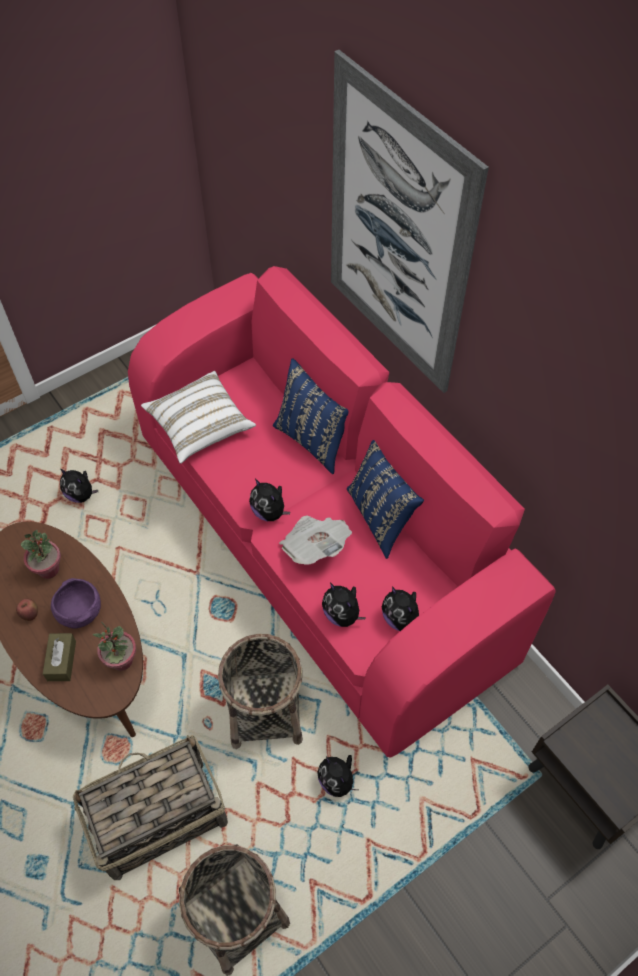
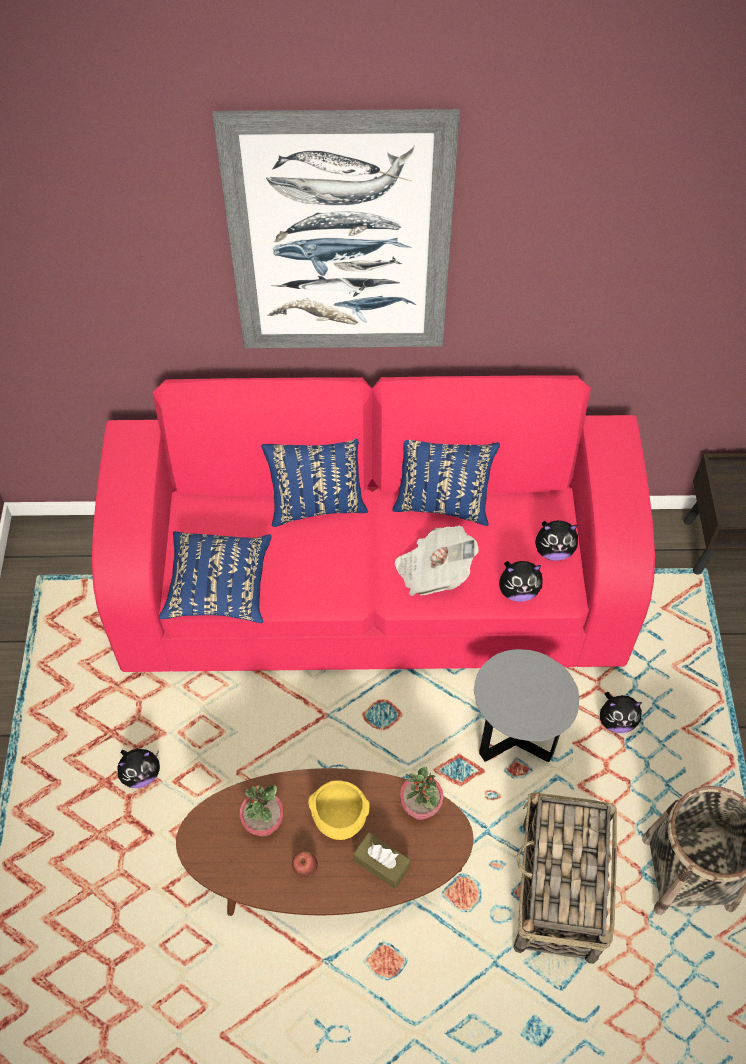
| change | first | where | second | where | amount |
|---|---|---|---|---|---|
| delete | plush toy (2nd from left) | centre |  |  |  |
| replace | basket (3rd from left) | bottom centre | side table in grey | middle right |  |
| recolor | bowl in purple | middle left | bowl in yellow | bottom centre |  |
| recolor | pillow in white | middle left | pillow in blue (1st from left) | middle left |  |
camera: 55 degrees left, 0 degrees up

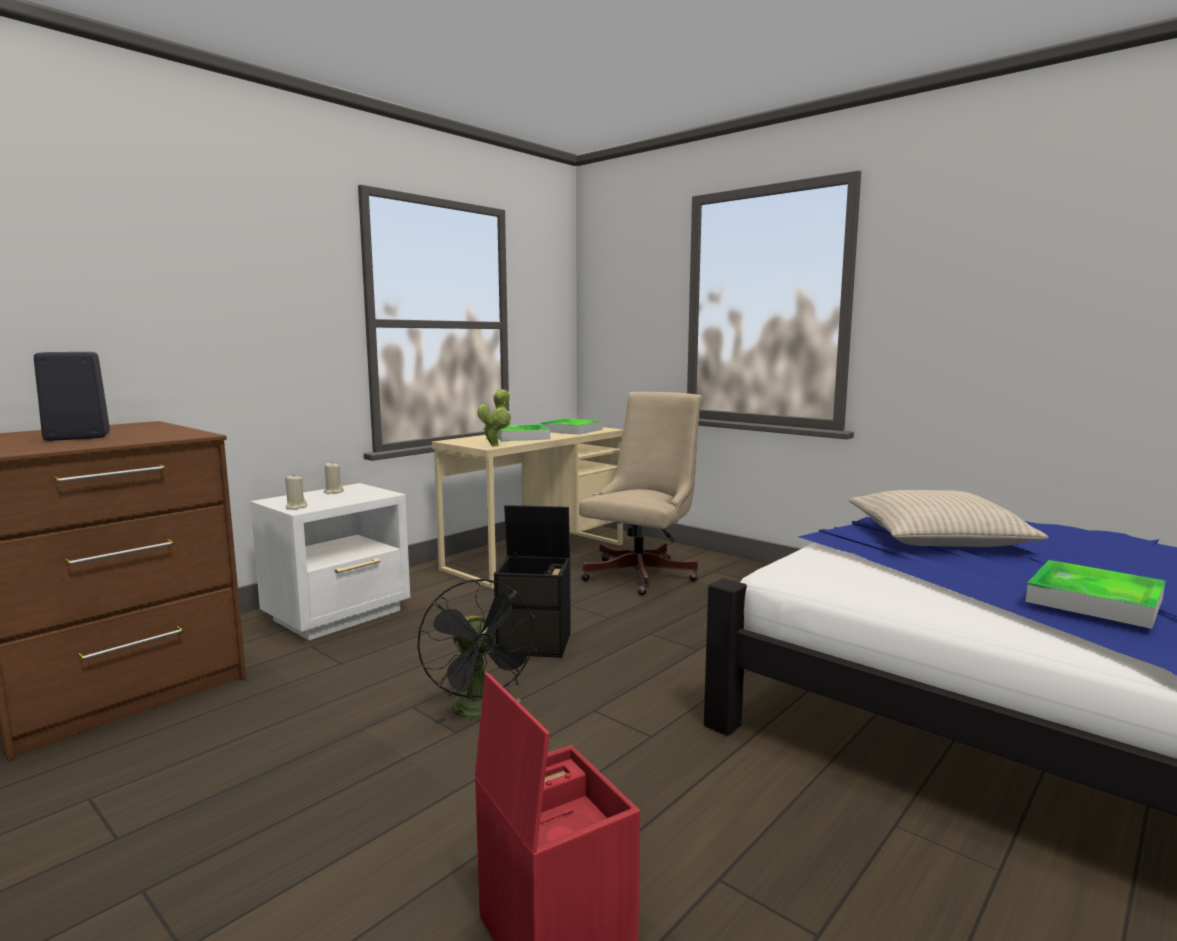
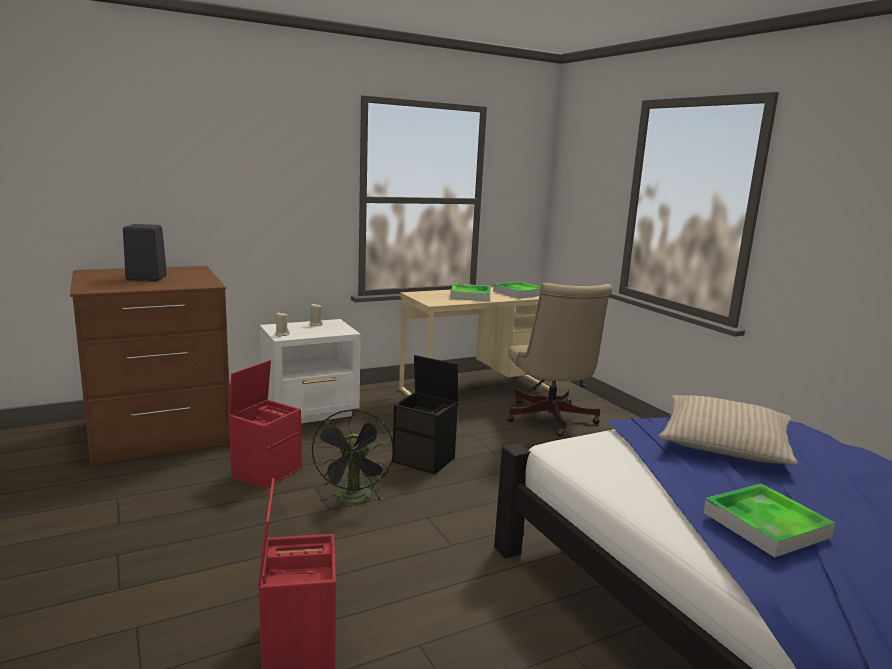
| change | first | where | second | where | amount |
|---|---|---|---|---|---|
| delete | potted plant | centre |  |  |  |
| insert |  |  | storage box in red (1st from left) | middle left |  |
| rotate | office chair in beige | centre |  | centre | 120 degrees clockwise |
camera: 20 degrees right, 5 degrees up

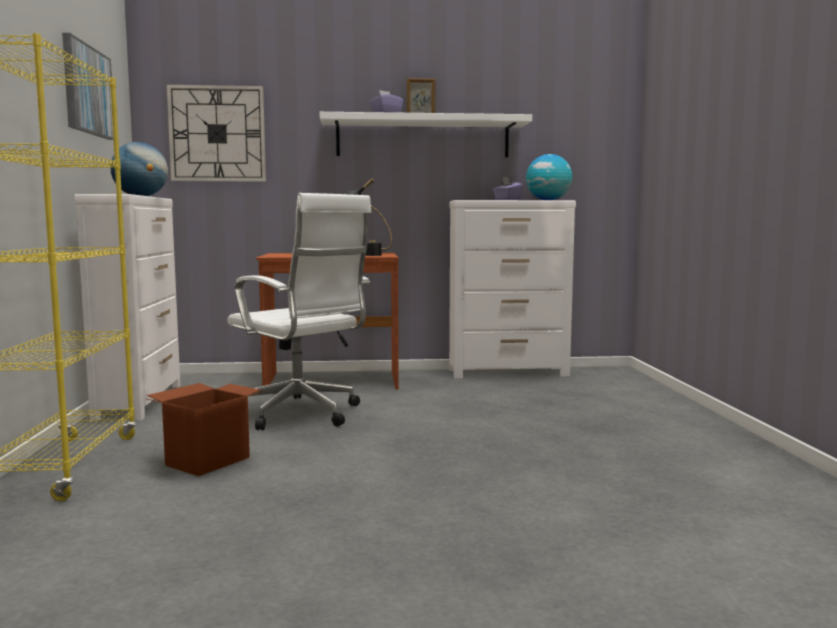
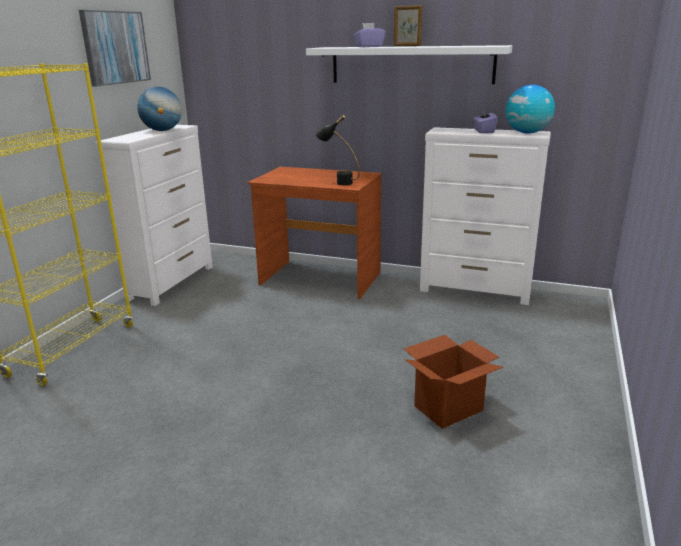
| change | first | where | second | where | amount |
|---|---|---|---|---|---|
| delete | wall clock | top left |  |  |  |
| delete | office chair in white | centre |  |  |  |
| move | cardboard box | bottom left |  | bottom centre |  |
camera: 25 degrees right, 15 degrees up

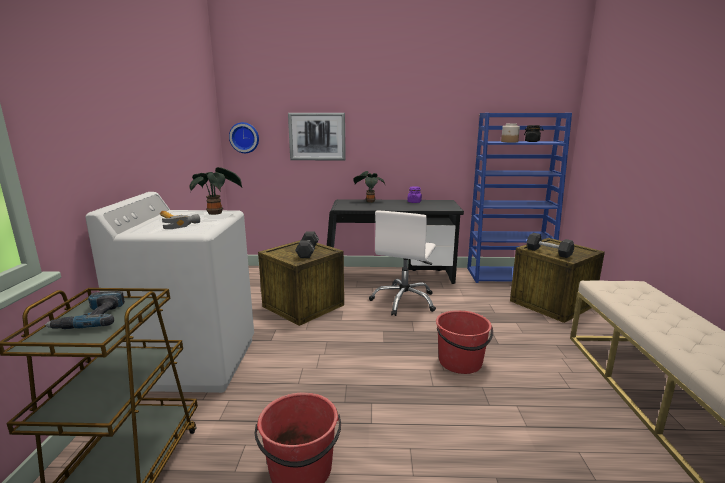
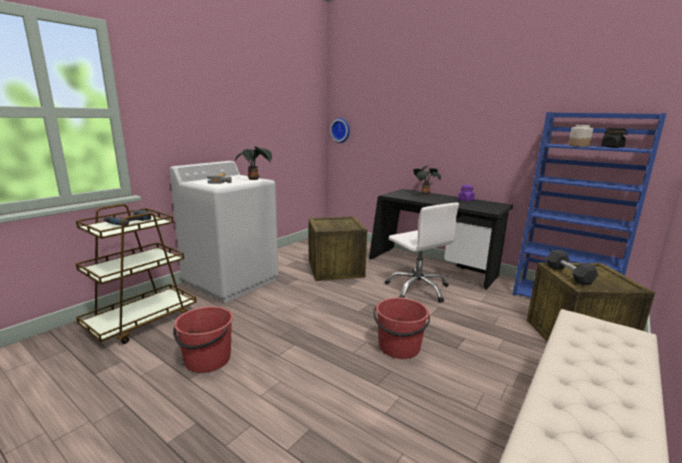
| change | first | where | second | where | amount |
|---|---|---|---|---|---|
| delete | picture | top centre |  |  |  |
| delete | dumbbell in black (1st from left) | centre |  |  |  |
| rotate | office chair in white | centre |  | centre | 90 degrees counterclockwise |
camera: 35 degrees right, 0 degrees up

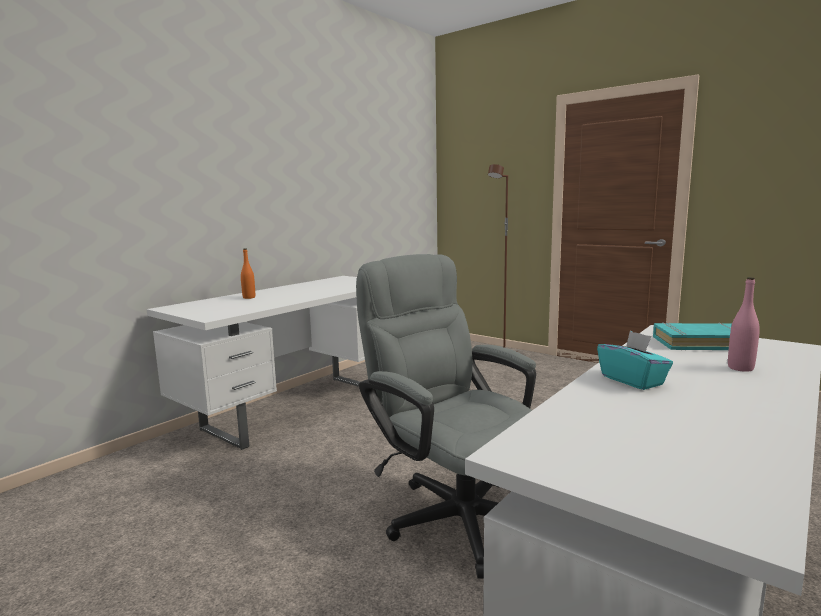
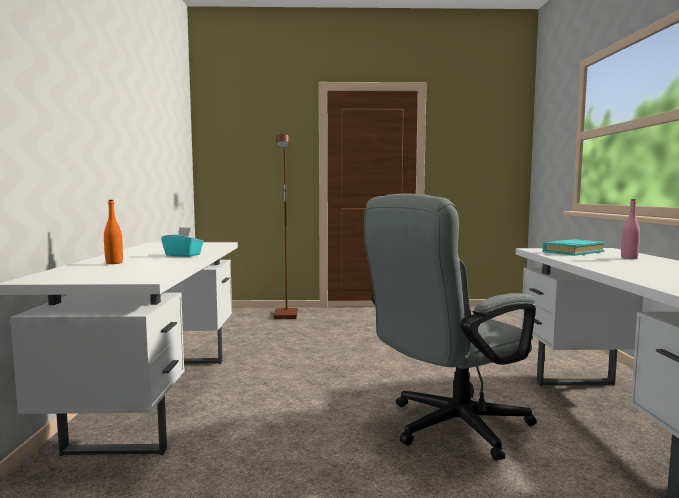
| change | first | where | second | where | amount |
|---|---|---|---|---|---|
| move | tissue box in turquoise | middle right |  | middle left |  |
| rotate | office chair in grey | bottom centre |  | centre | 45 degrees counterclockwise |
camera: 40 degrees left, 5 degrees down

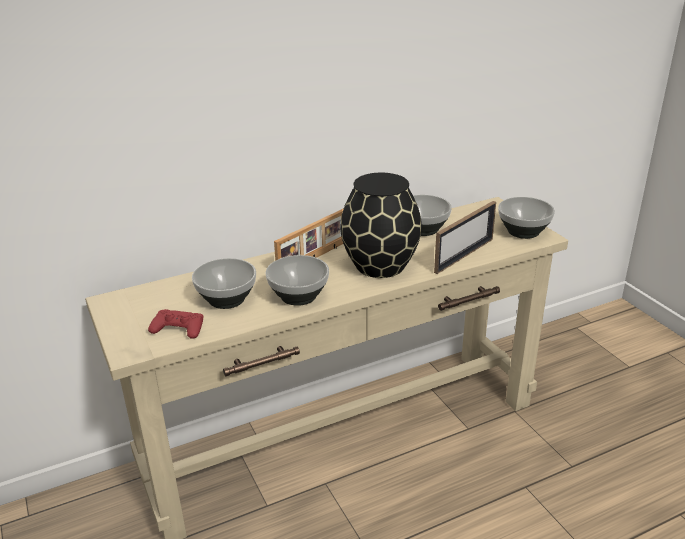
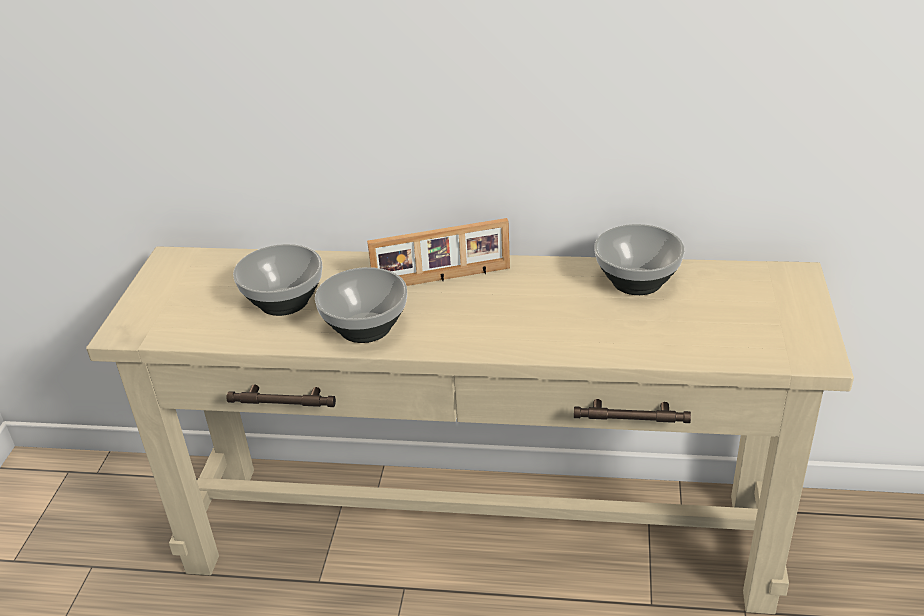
| change | first | where | second | where | amount |
|---|---|---|---|---|---|
| delete | game controller in red | middle left |  |  |  |
| delete | vase in black | centre |  |  |  |
| delete | picture frame (2nd from left) | middle right |  |  |  |
| delete | bowl (4th from left) | middle right |  |  |  |
camera: 35 degrees right, 5 degrees up

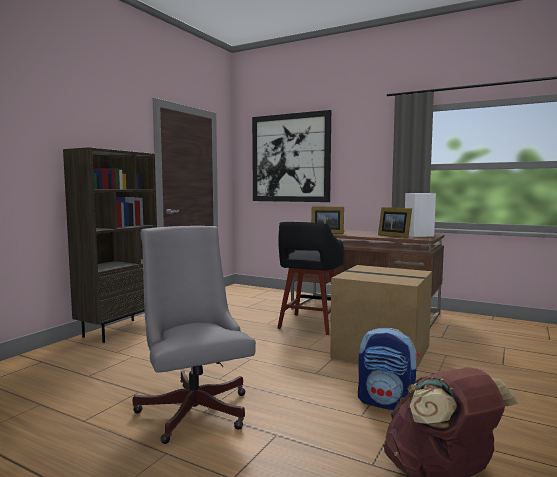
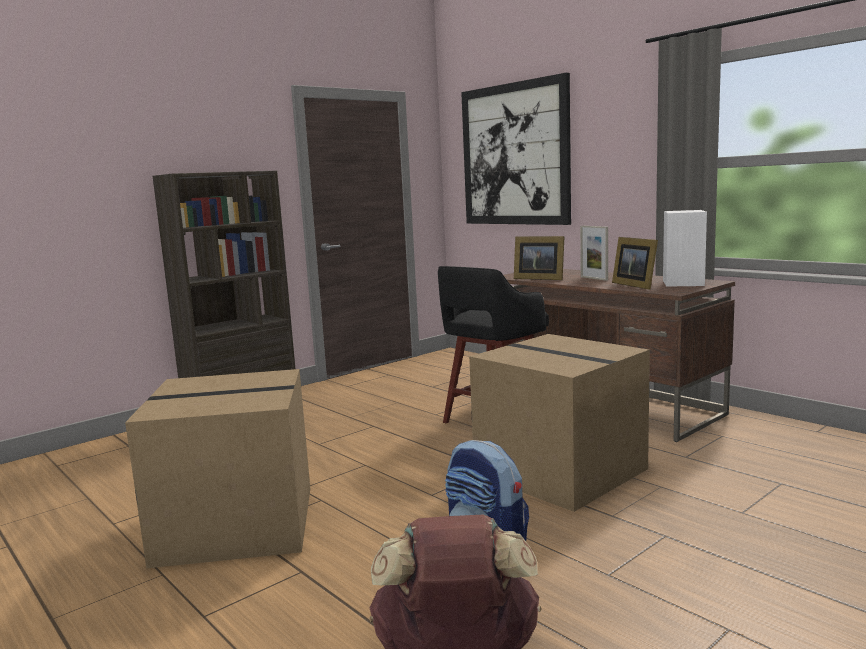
| change | first | where | second | where | amount |
|---|---|---|---|---|---|
| insert |  |  | picture frame (2nd from left) | middle right |  |
| replace | office chair in grey | bottom centre | cardboard box (1st from left) | bottom left |  |
camera: 20 degrees right, 5 degrees up

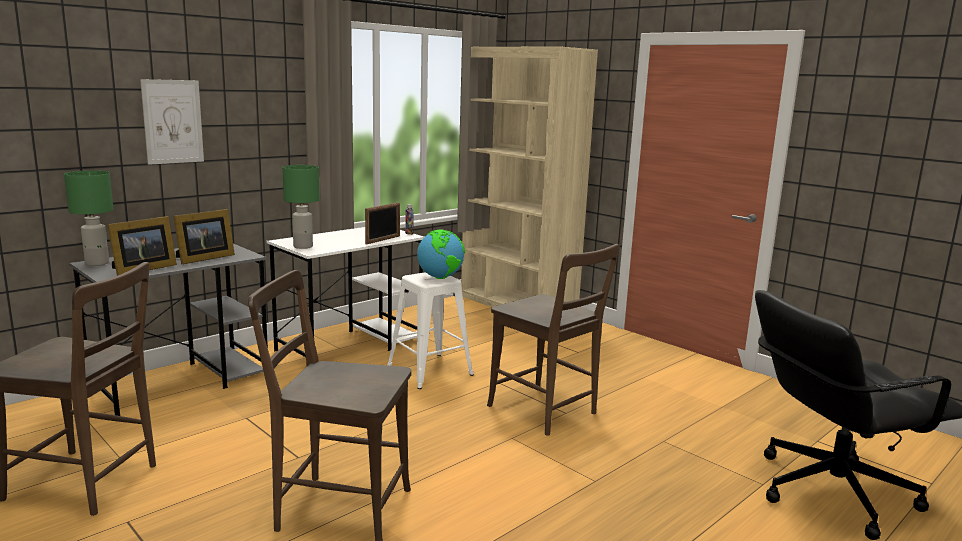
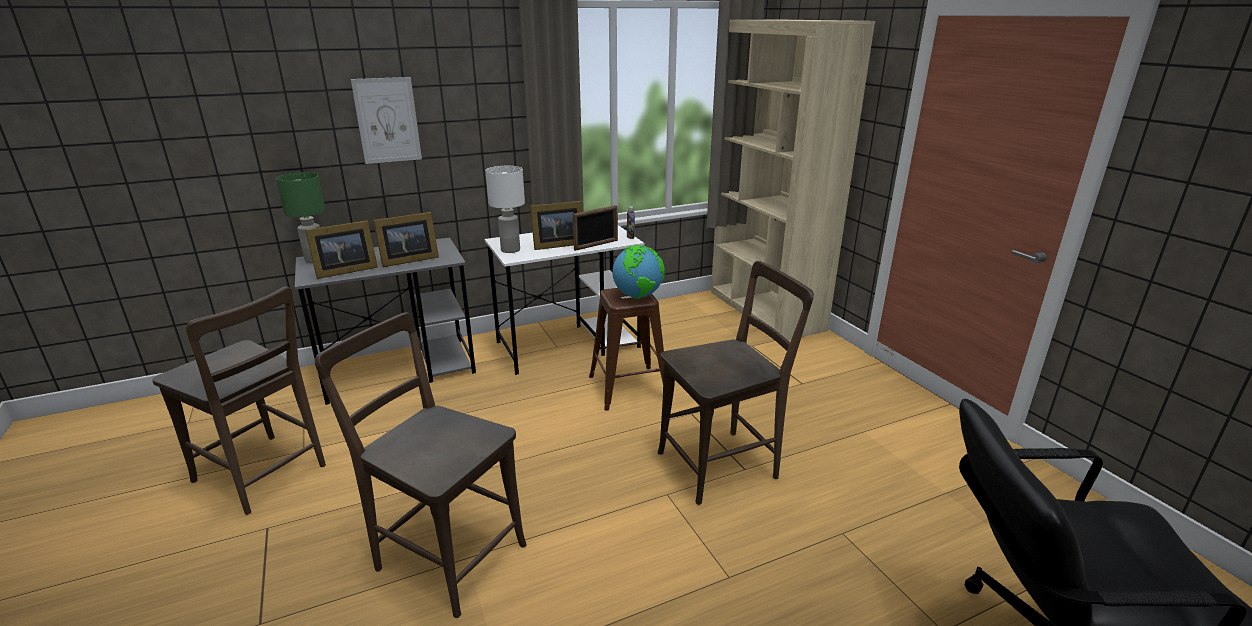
| change | first | where | second | where | amount |
|---|---|---|---|---|---|
| insert |  |  | picture frame (3rd from left) | centre |  |
| recolor | table lamp in green (2nd from left) | middle left | table lamp in white | centre |  |
| recolor | stool in white | centre | stool in brown | centre |  |
| rotate | chair in brown (3rd from left) | centre |  | centre | 90 degrees counterclockwise |
camera: 20 degrees right, 10 degrees up

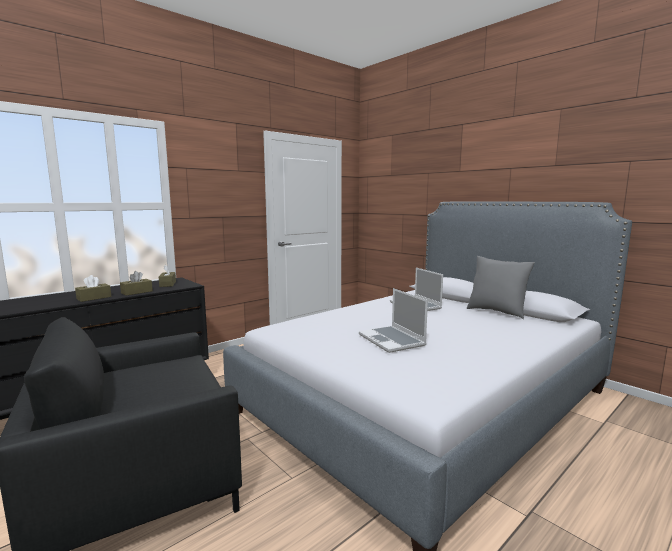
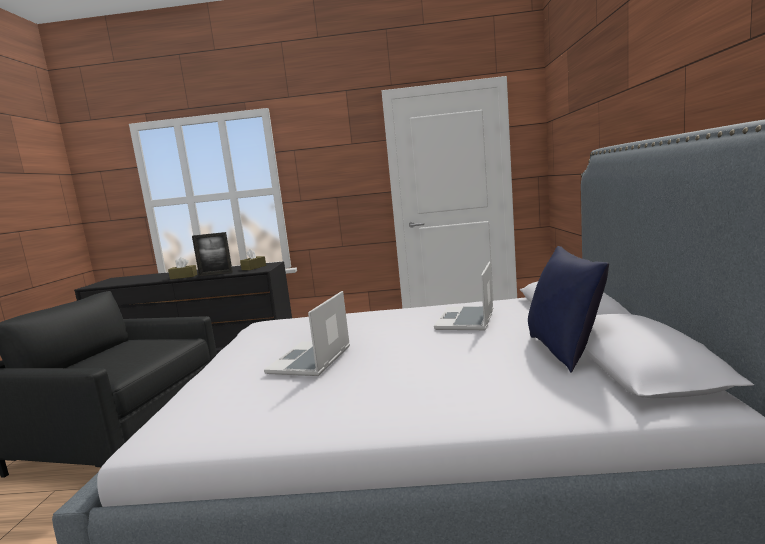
| change | first | where | second | where | amount |
|---|---|---|---|---|---|
| replace | tissue box in brown (2nd from left) | middle left | picture frame | middle left |  |
| recolor | pillow in grey | middle right | pillow in blue | middle right |  |
camera: 45 degrees right, 0 degrees up

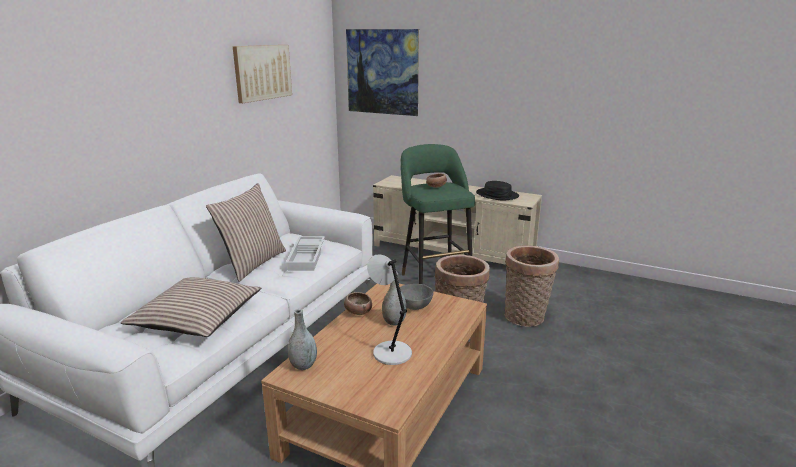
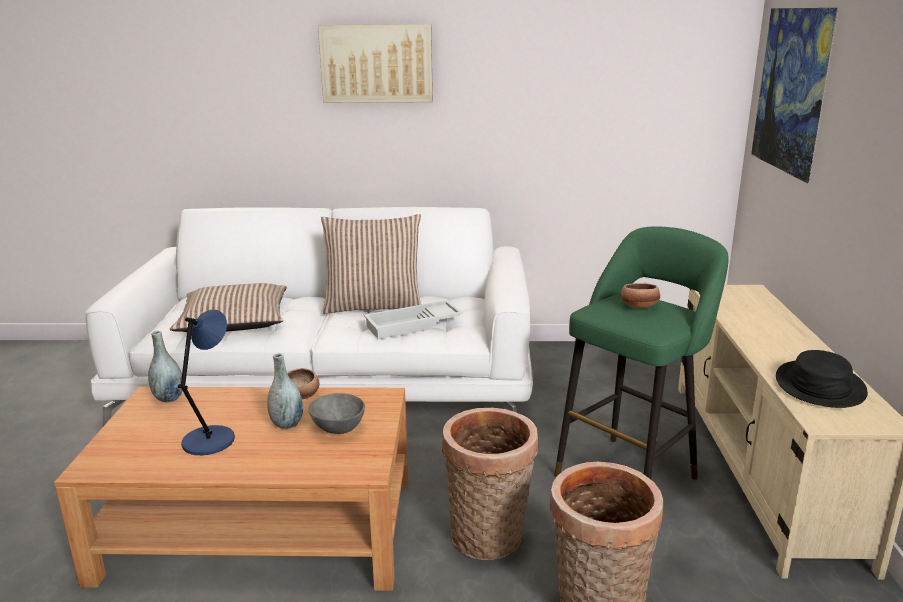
| change | first | where | second | where | amount |
|---|---|---|---|---|---|
| move | picture (1st from left) | top left |  | top centre |  |
| recolor | table lamp in grey | centre | table lamp in blue | middle left |  |
camera: 65 degrees right, 0 degrees up

